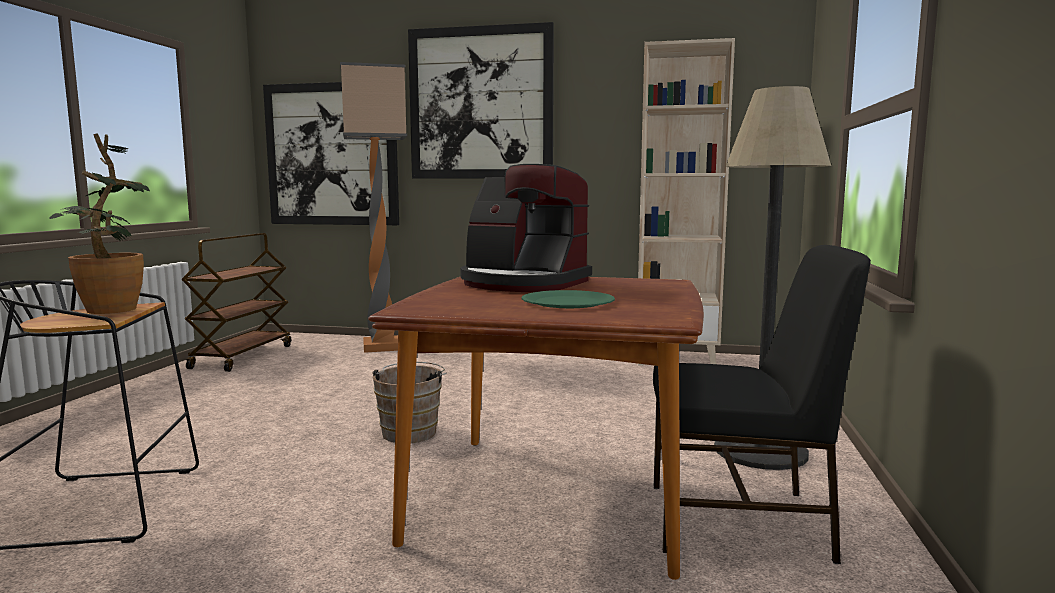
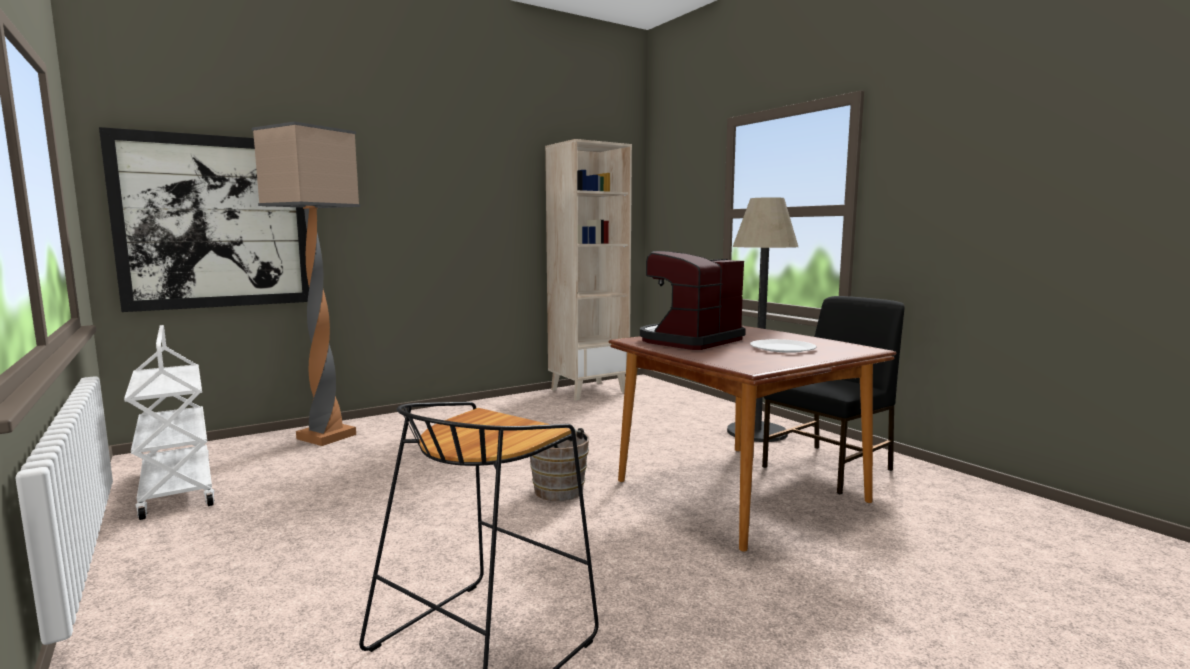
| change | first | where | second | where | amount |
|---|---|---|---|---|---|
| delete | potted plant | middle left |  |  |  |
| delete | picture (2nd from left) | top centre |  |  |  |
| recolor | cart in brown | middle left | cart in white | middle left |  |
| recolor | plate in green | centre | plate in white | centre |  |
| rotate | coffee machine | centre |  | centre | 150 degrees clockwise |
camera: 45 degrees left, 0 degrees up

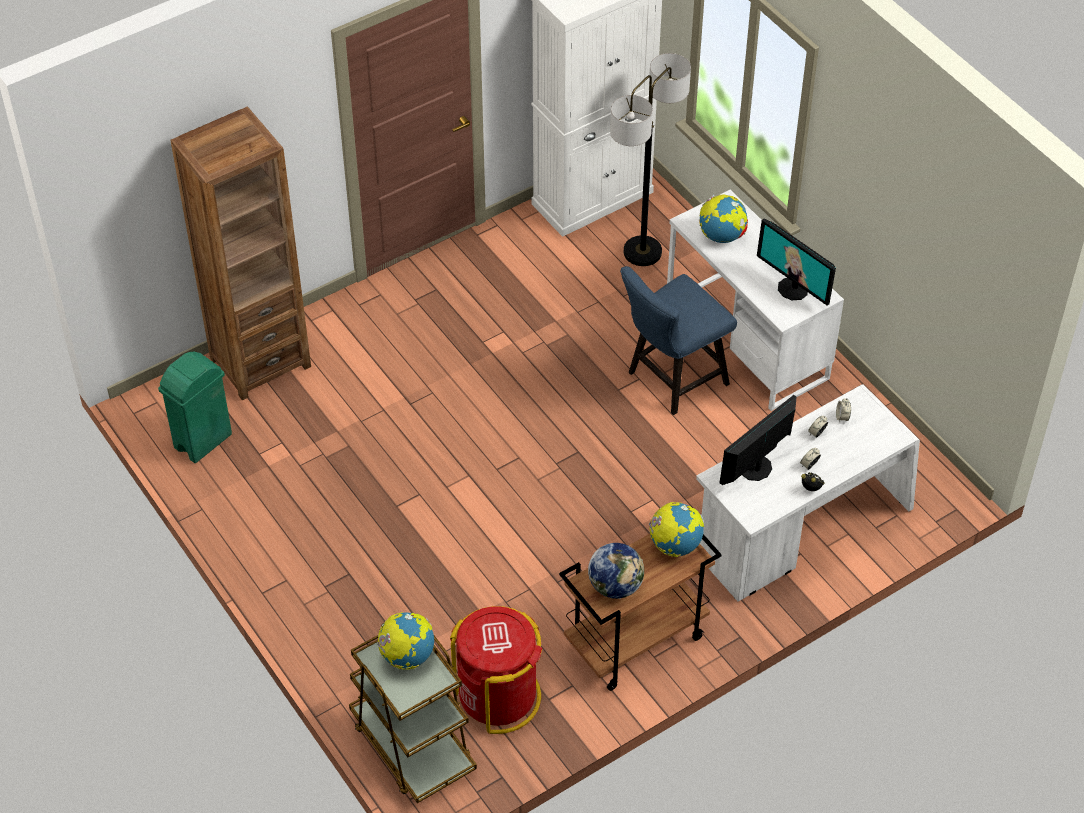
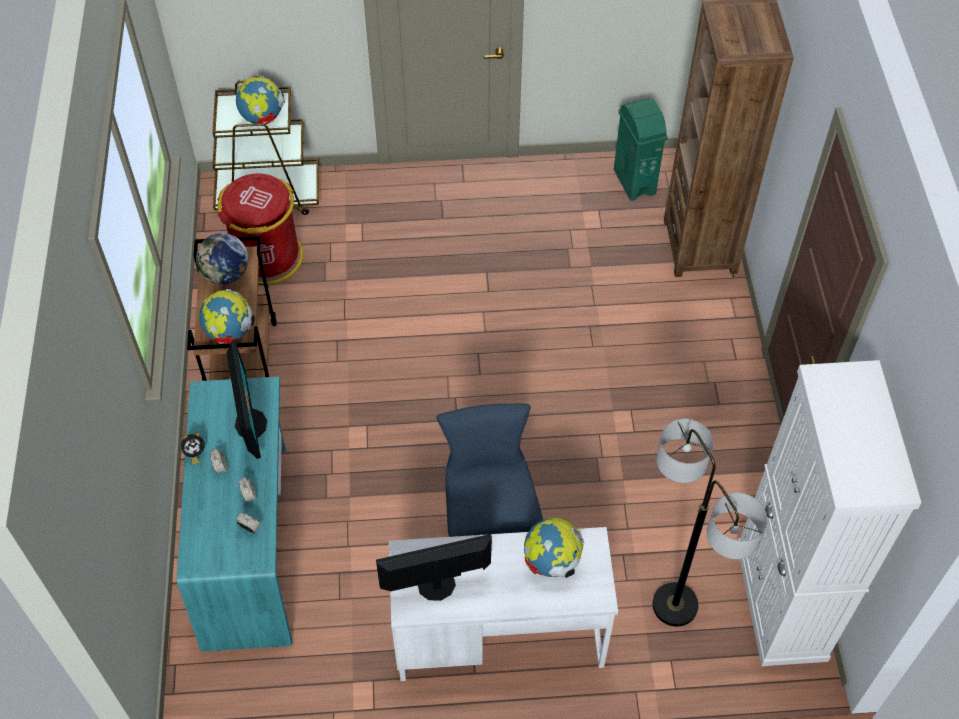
| change | first | where | second | where | amount |
|---|---|---|---|---|---|
| recolor | desk in white (2nd from left) | middle right | desk in turquoise | bottom left |  |
camera: 120 degrees right, 5 degrees up

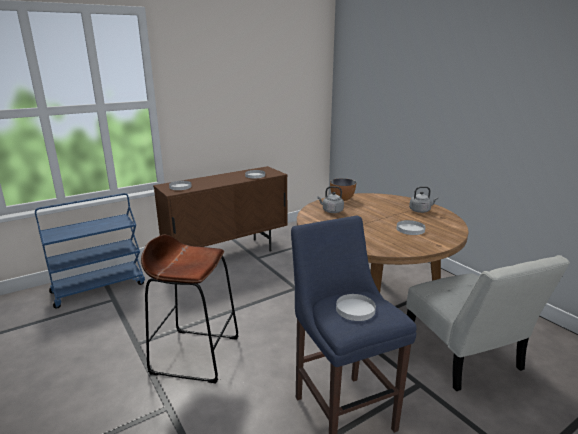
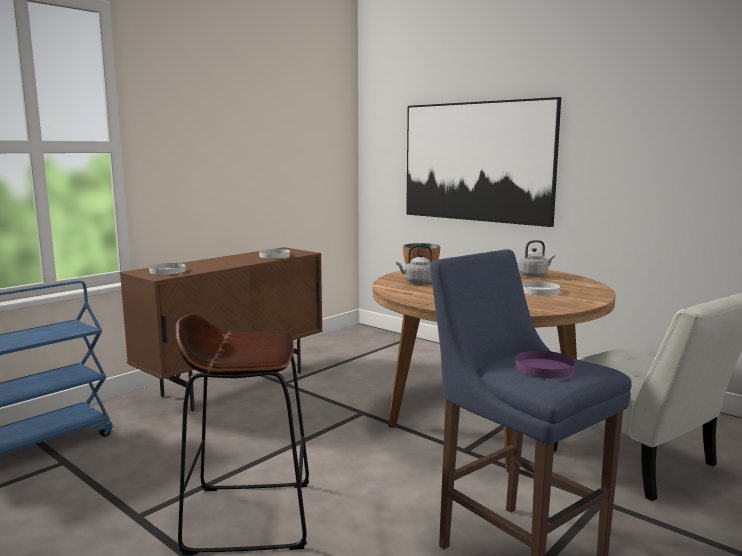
| change | first | where | second | where | amount |
|---|---|---|---|---|---|
| insert |  |  | picture | top centre |  |
| recolor | plate in white (3rd from left) | bottom centre | plate in purple | middle right |  |
camera: 15 degrees left, 10 degrees down

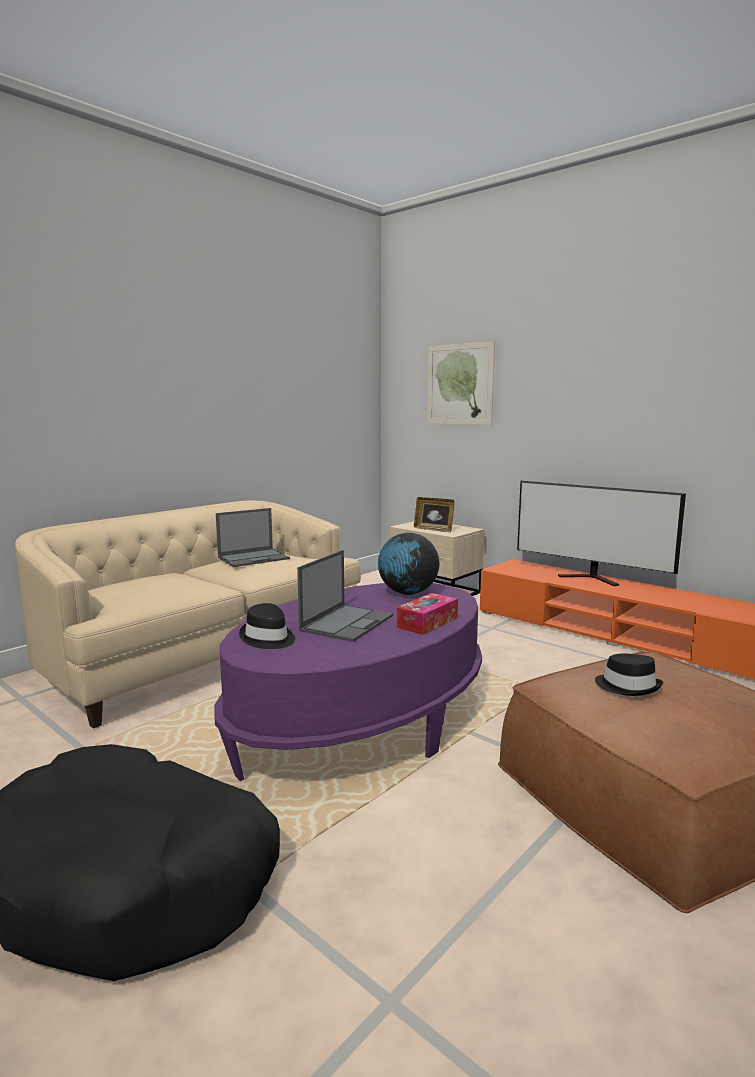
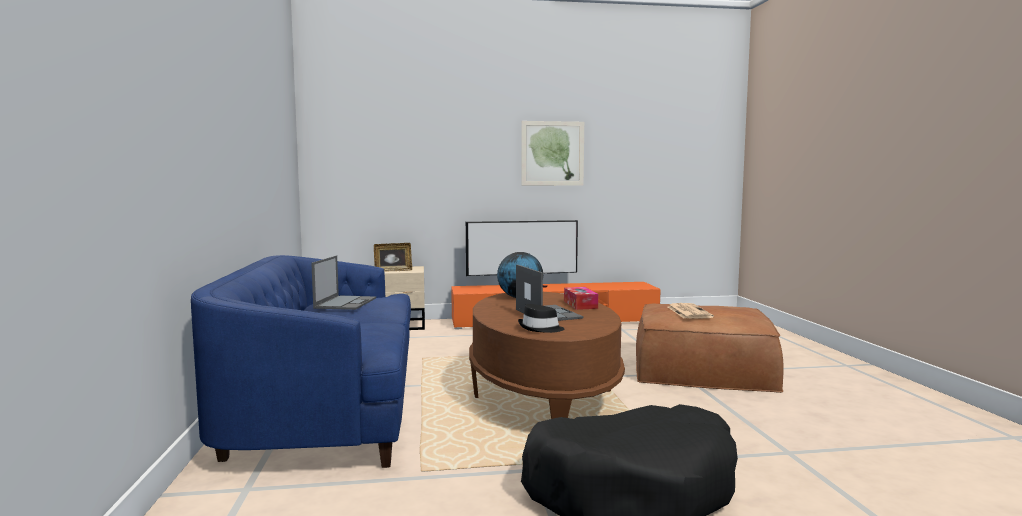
| change | first | where | second | where | amount |
|---|---|---|---|---|---|
| move | picture | centre |  | top centre |  |
| replace | hat in black (2nd from left) | middle right | newspaper | middle right |  |
| recolor | sofa in beige | middle left | sofa in blue | bottom left |  |
| recolor | coffee table in purple | centre | coffee table in brown | bottom centre |  |
camera: 50 degrees left, 5 degrees down

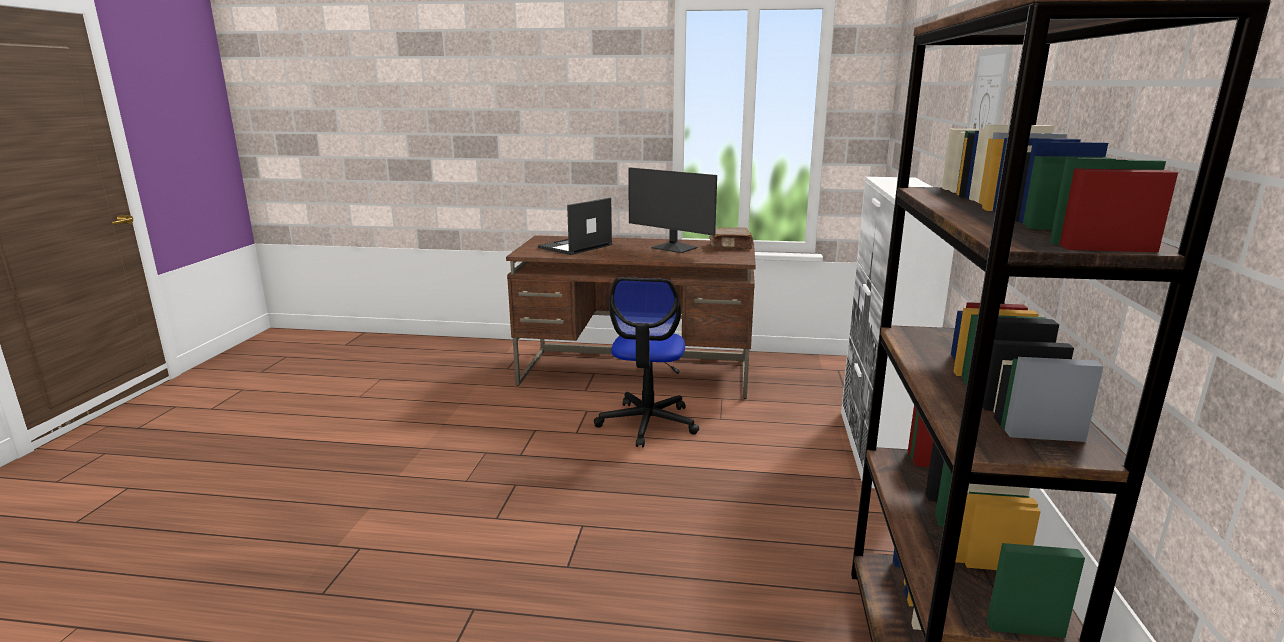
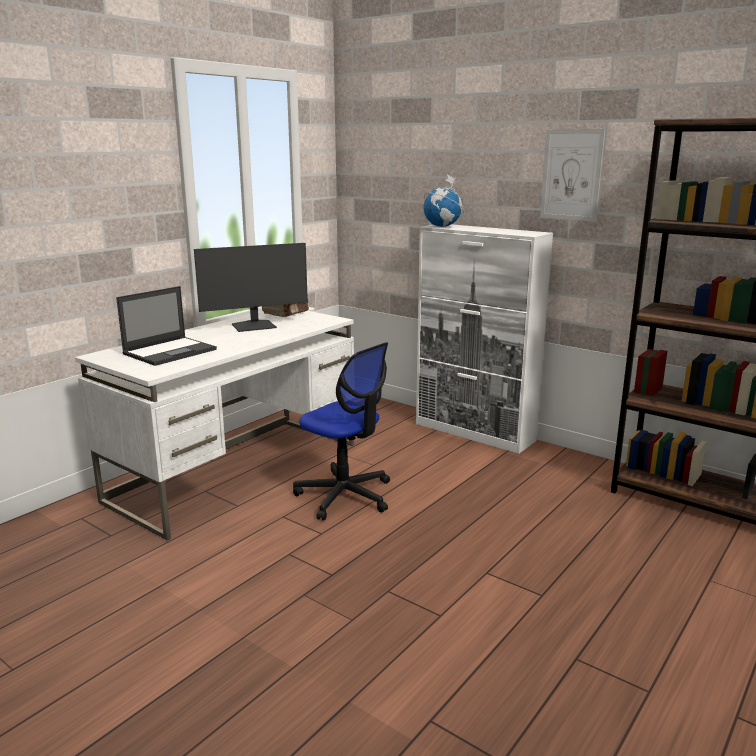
| change | first | where | second | where | amount |
|---|---|---|---|---|---|
| insert |  |  | globe | top centre |  |
| recolor | desk in brown | centre | desk in white | middle left |  |
| rotate | laptop | centre |  | middle left | 120 degrees counterclockwise |
camera: 60 degrees left, 0 degrees up

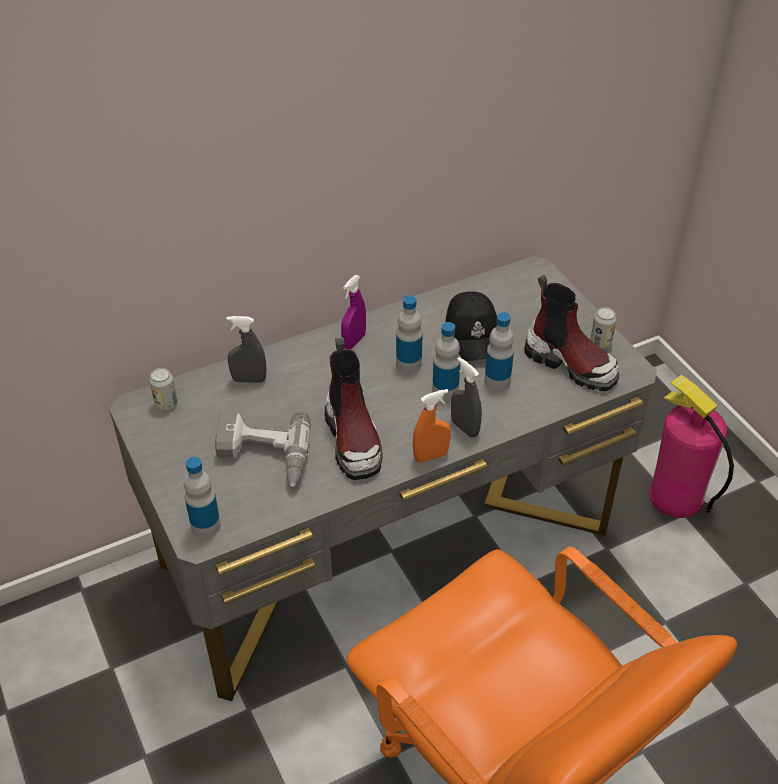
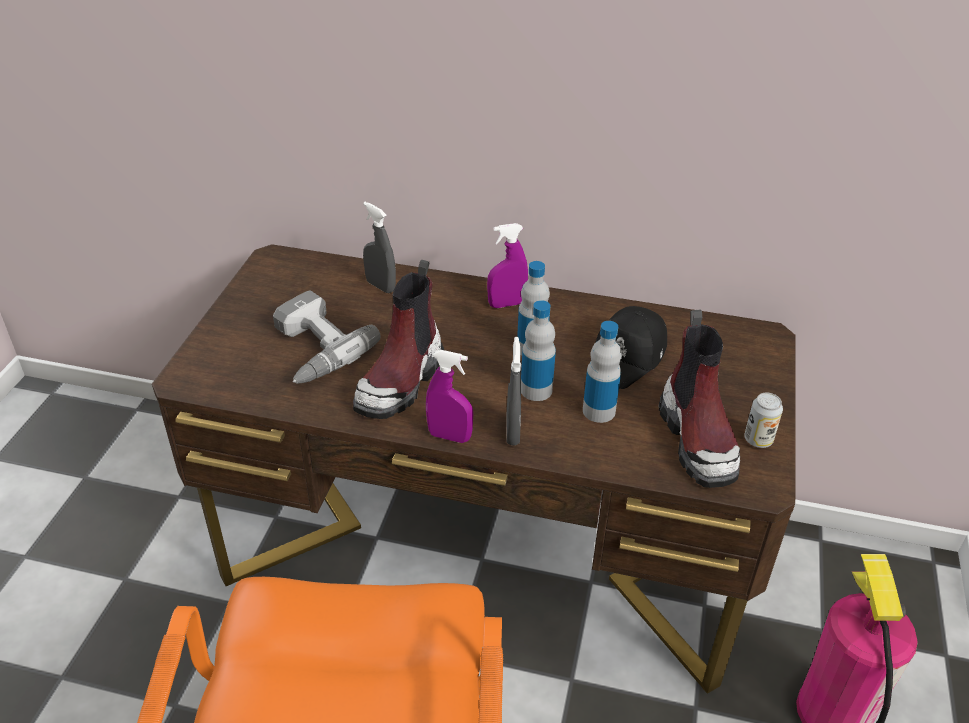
| change | first | where | second | where | amount |
|---|---|---|---|---|---|
| delete | can (1st from left) | middle left |  |  |  |
| delete | bottle (1st from left) | middle left |  |  |  |
| recolor | desk in grey | centre | desk in brown | centre |  |
| recolor | spray bottle in orange | centre | spray bottle in purple (1st from left) | centre |  |
camera: 40 degrees right, 5 degrees down

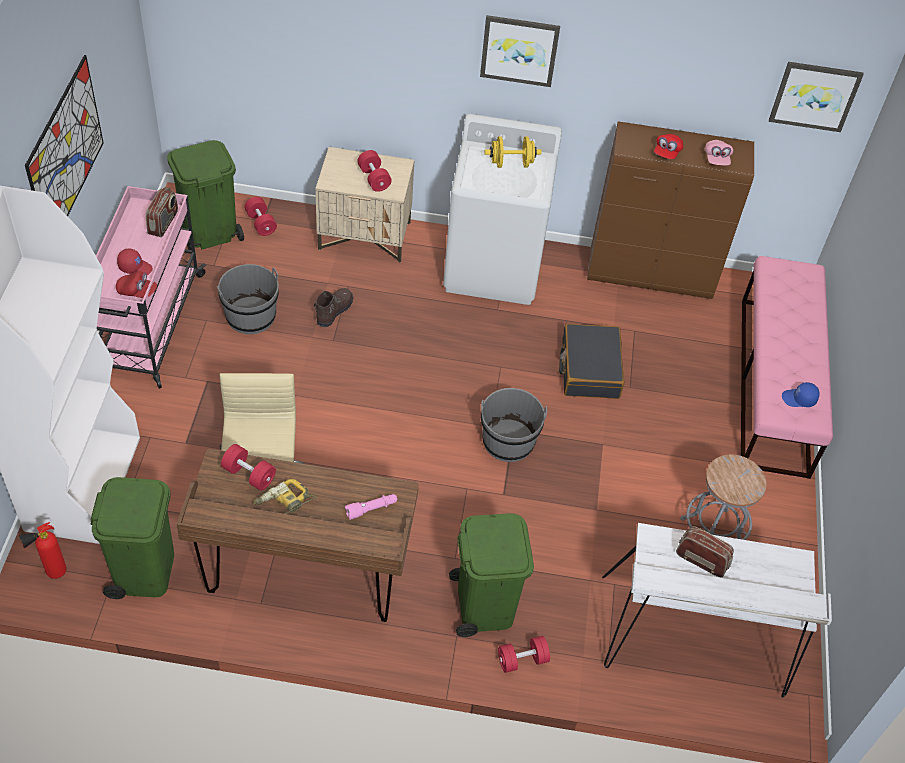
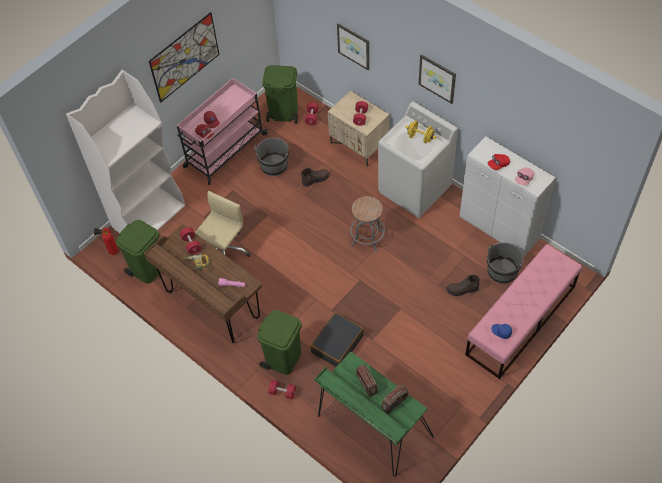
| change | first | where | second | where | amount |
|---|---|---|---|---|---|
| insert |  |  | boot in brown (2nd from left) | middle right |  |
| move | radio (1st from left in the first image) | top left | radio (2nd from left) | bottom centre |  |
| move | bucket in grey (2nd from left) | centre |  | middle right |  |
| move | suitcase in black | centre |  | bottom centre |  |
| move | stool in grey | middle right |  | centre |  |
| move | picture (3rd from left in the first image) | top right | picture (2nd from left) | top centre |  |
| recolor | cabinet in brown | top right | cabinet in white | middle right |  |
| recolor | desk in white | bottom right | desk in green | bottom centre |  |
camera: 40 degrees right, 5 degrees up

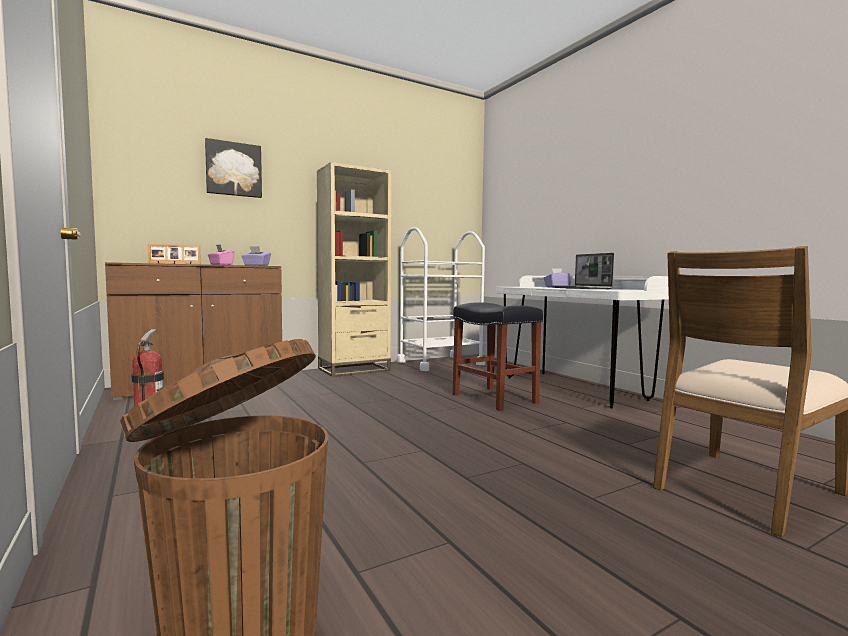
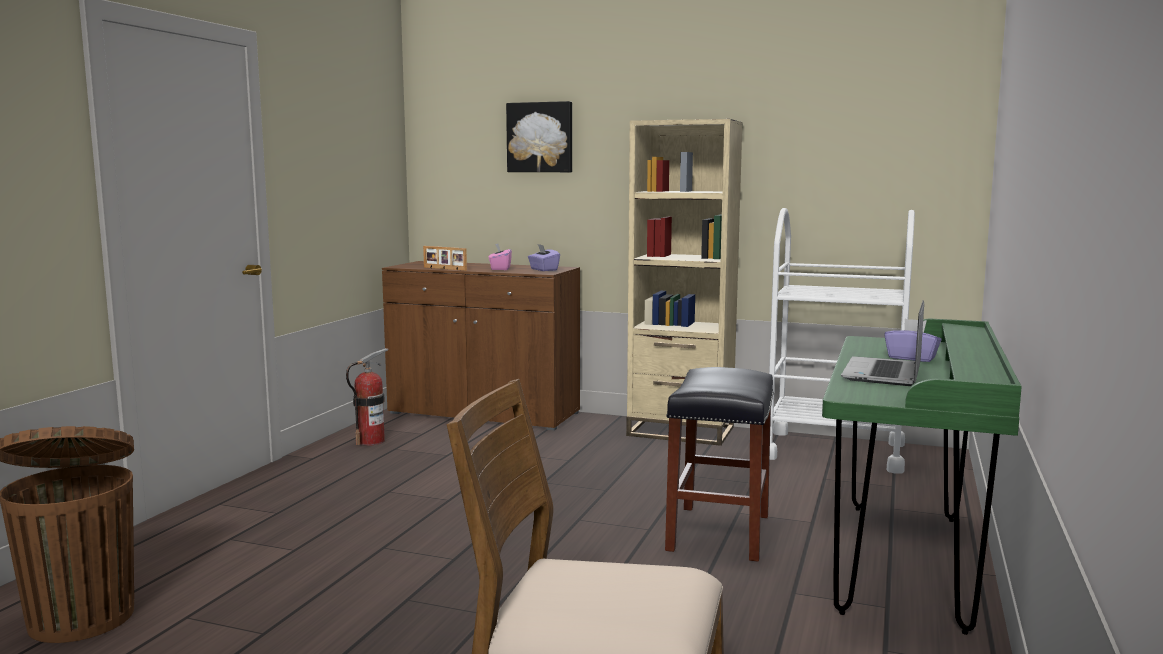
| change | first | where | second | where | amount |
|---|---|---|---|---|---|
| recolor | desk in white | middle right | desk in green | bottom right |  |
camera: 50 degrees right, 5 degrees up

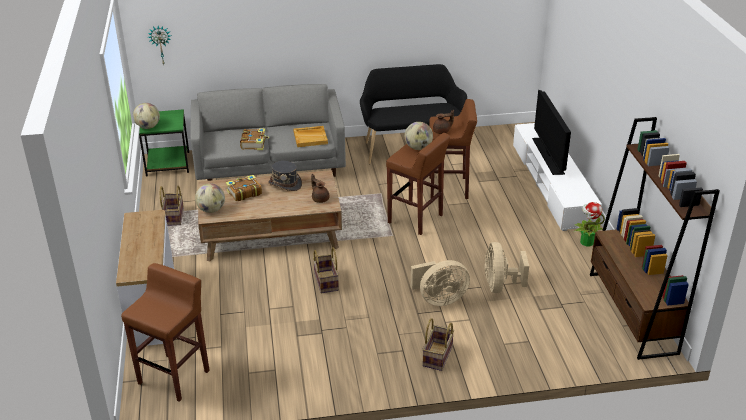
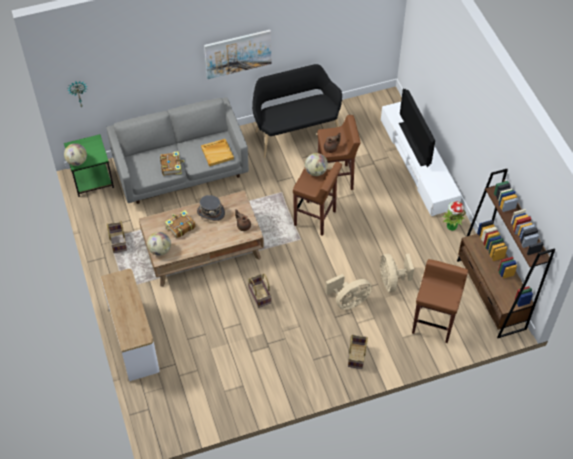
| change | first | where | second | where | amount |
|---|---|---|---|---|---|
| insert |  |  | picture | top centre |  |
| move | stool in brown (1st from left in the first image) | bottom left | stool in brown (3rd from left) | middle right |  |
camera: 10 degrees left, 20 degrees up

